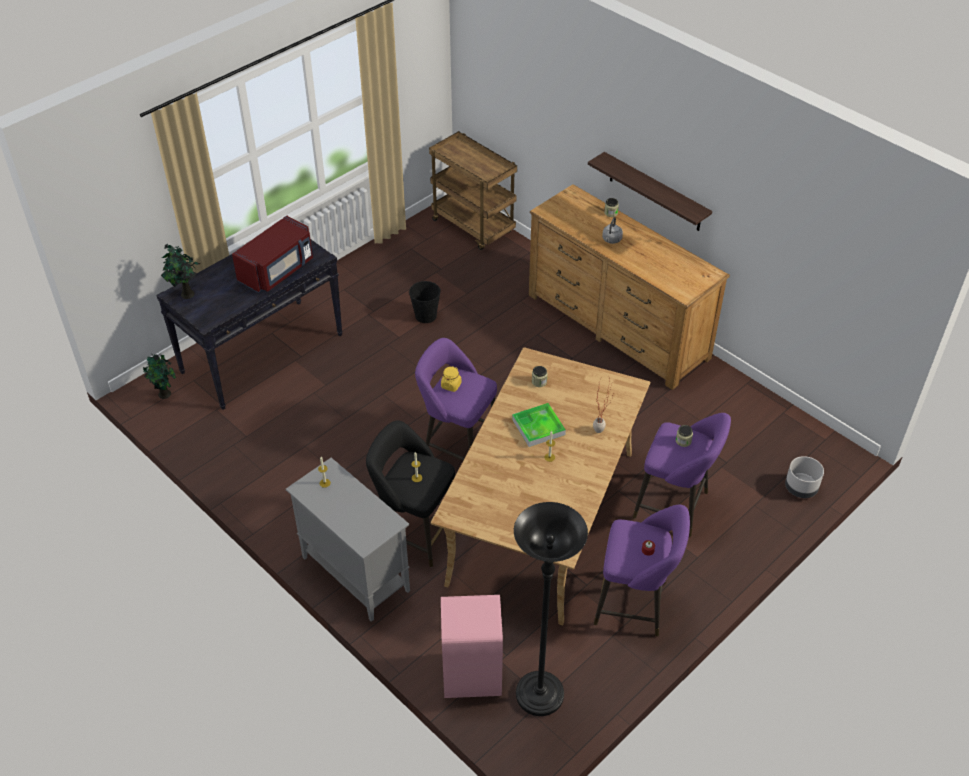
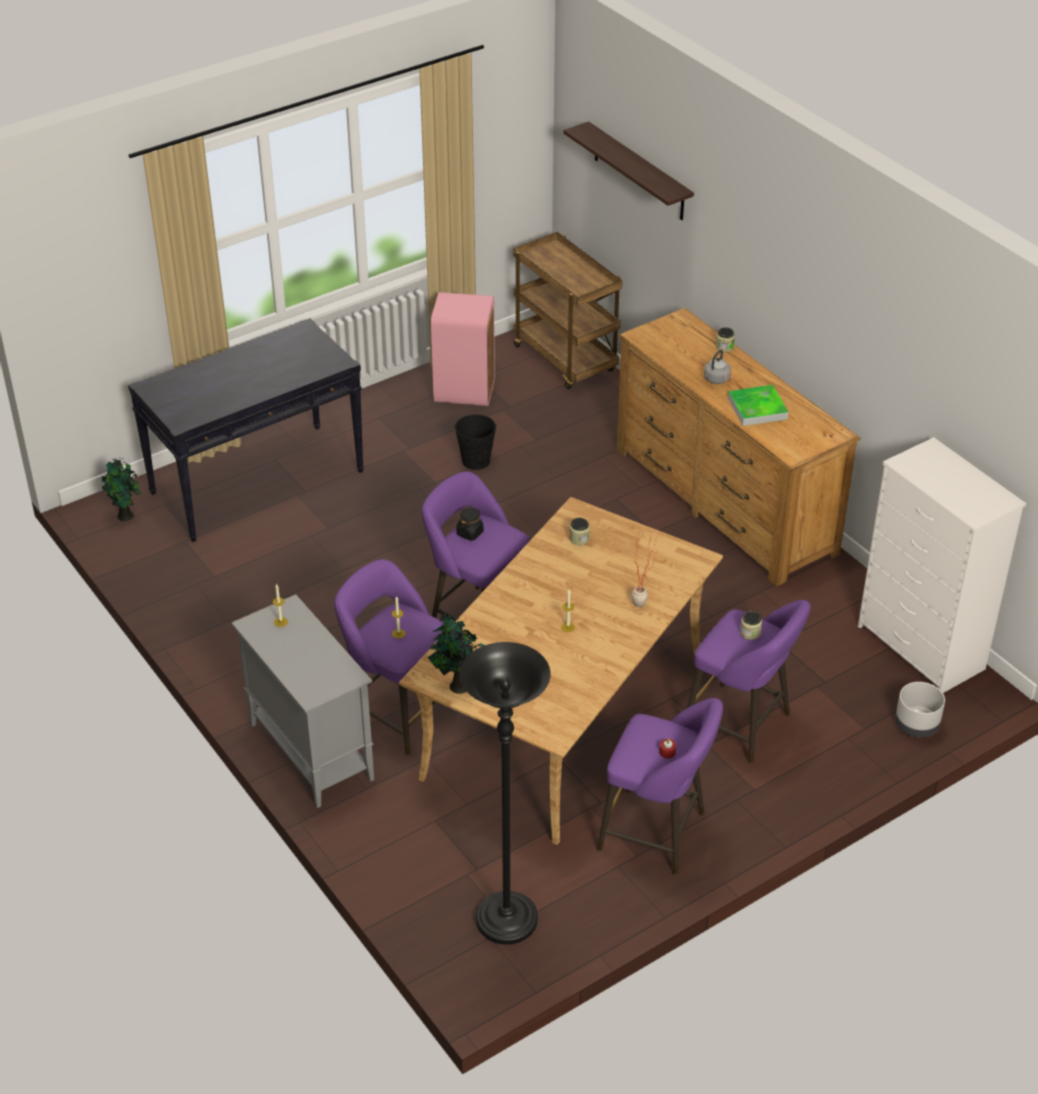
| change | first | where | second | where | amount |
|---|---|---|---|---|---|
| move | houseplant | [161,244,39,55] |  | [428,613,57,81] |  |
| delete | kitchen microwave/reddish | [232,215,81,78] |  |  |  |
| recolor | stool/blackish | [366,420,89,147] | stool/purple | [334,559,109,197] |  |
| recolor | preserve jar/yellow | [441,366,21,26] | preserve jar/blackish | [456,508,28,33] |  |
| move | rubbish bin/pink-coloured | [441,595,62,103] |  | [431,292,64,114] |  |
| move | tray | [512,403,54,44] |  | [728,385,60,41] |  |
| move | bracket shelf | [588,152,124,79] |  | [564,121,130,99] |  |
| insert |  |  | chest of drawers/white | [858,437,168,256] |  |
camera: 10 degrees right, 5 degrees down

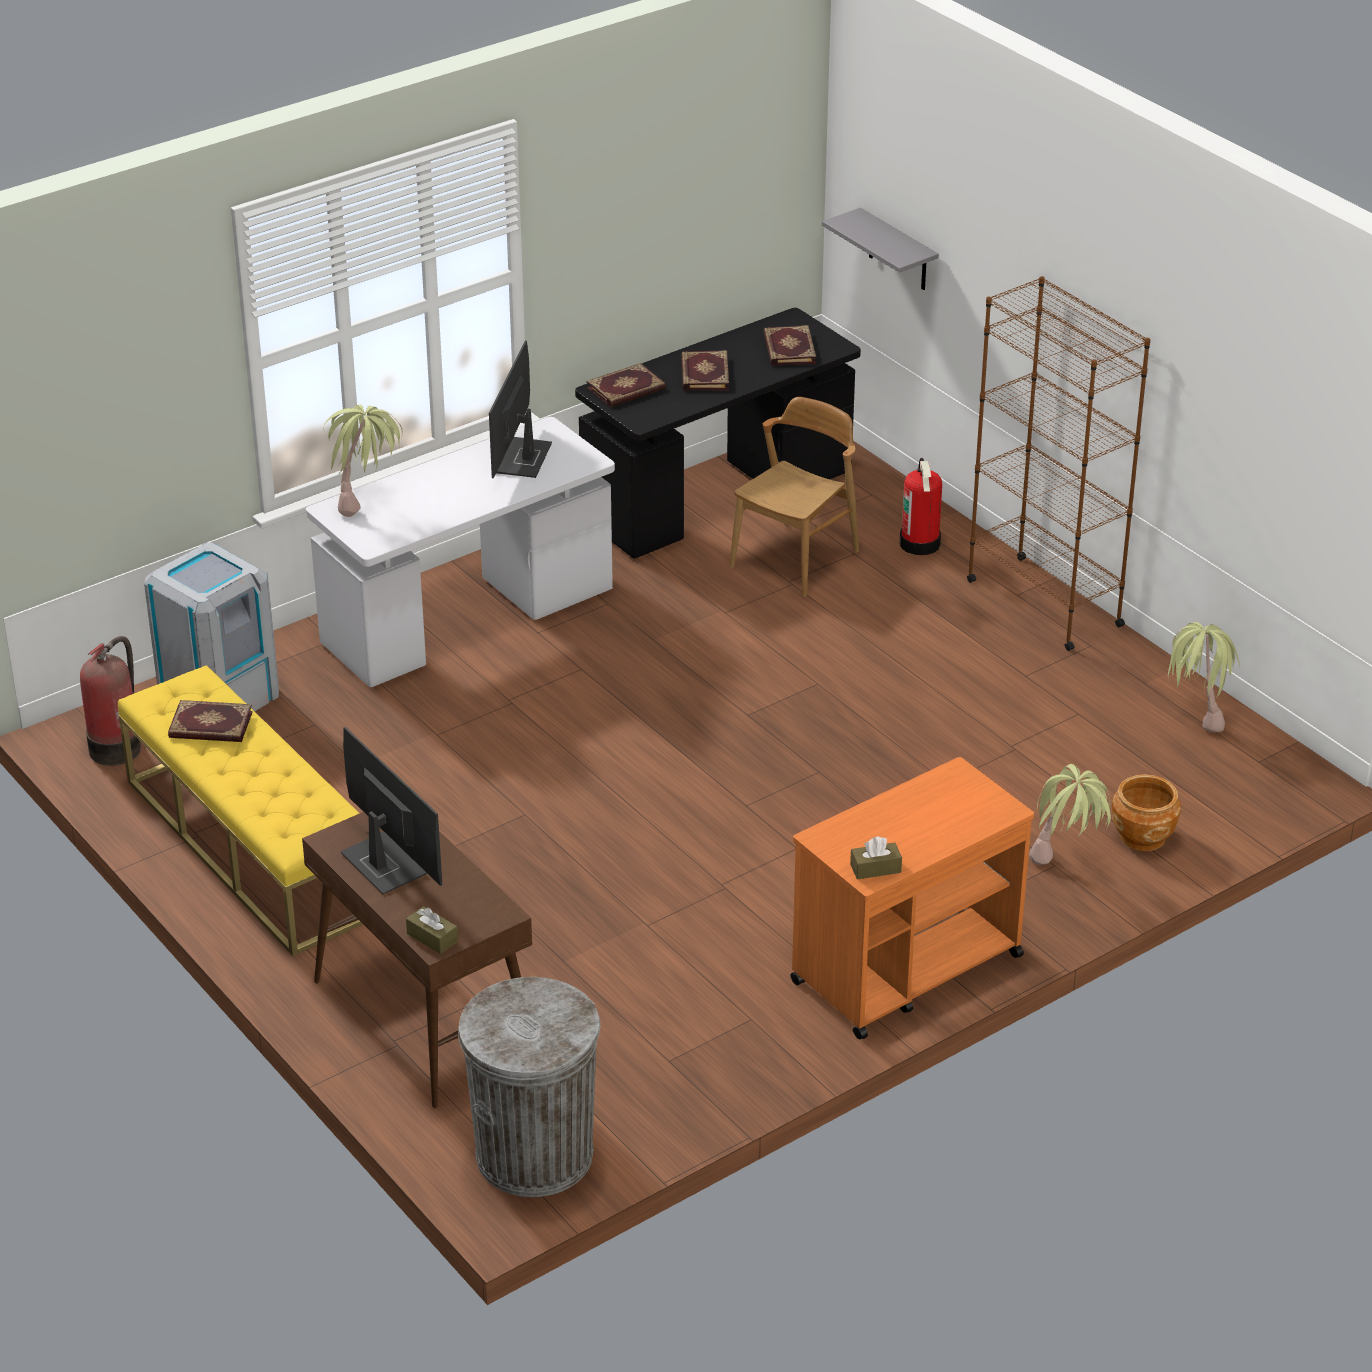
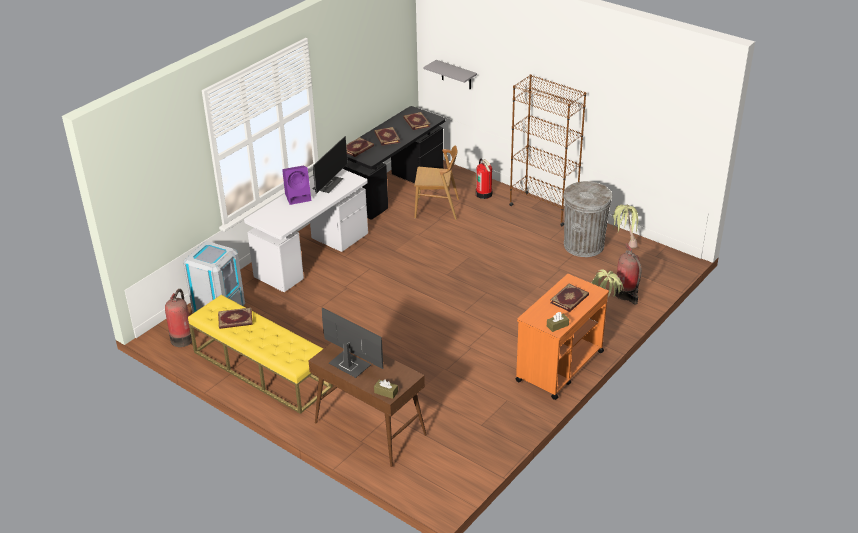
| change | first | where | second | where | amount |
|---|---|---|---|---|---|
| delete | houseplant | [323,405,80,112] |  |  |  |
| move | rubbish bin/grey | [458,977,142,220] |  | [563,181,50,76] |  |
| rotate | computer screen | [489,340,63,139] |  | [313,136,35,58] | 150 degrees counterclockwise |
| rotate | plain chair/brownish | [730,397,129,200] |  | [414,145,45,75] | 75 degrees clockwise |
| replace | planter/brownish | [1112,774,69,77] | extinguisher | [615,243,27,62] |  |
| insert |  |  | loudspeaker/purple | [282,165,29,40] |  |
| insert |  |  | bound book | [550,284,39,28] |  |
camera: 15 degrees left, 0 degrees up

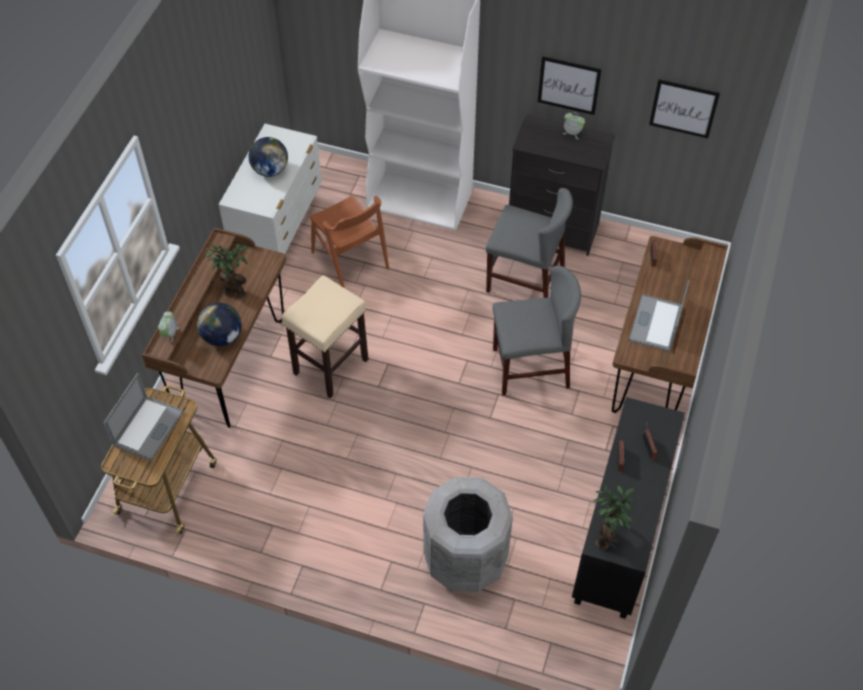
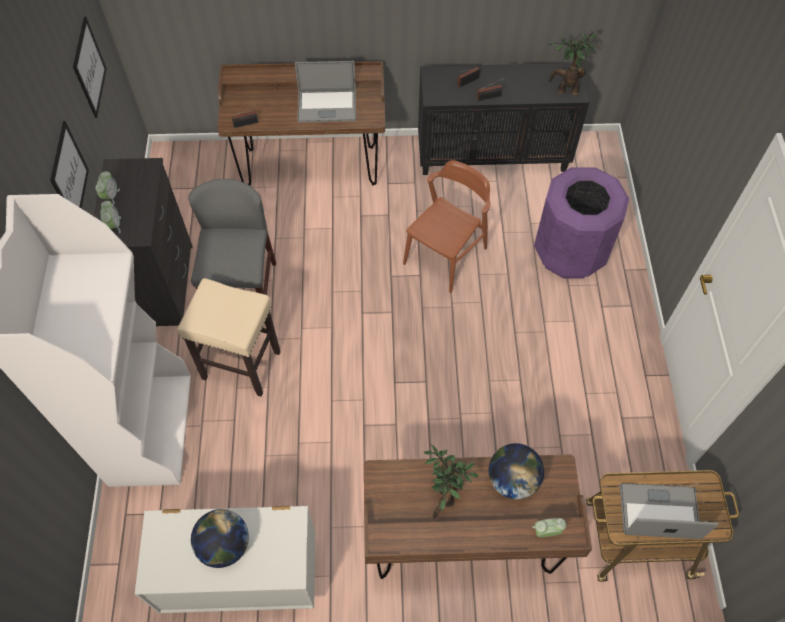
| change | first | where | second | where | amount |
|---|---|---|---|---|---|
| move | stool/beige-coloured | [282,275,87,124] |  | [177,278,104,119] |  |
| move | plain chair/brownish | [310,195,79,93] |  | [403,160,88,133] |  |
| recolor | rubbish bin/grey | [423,477,90,115] | rubbish bin/purple | [534,168,95,110] |  |
| delete | plain chair/grey | [492,266,89,129] |  |  |  |
| insert |  |  | table clock | [100,201,21,33] |  |
camera: 110 degrees left, 5 degrees up

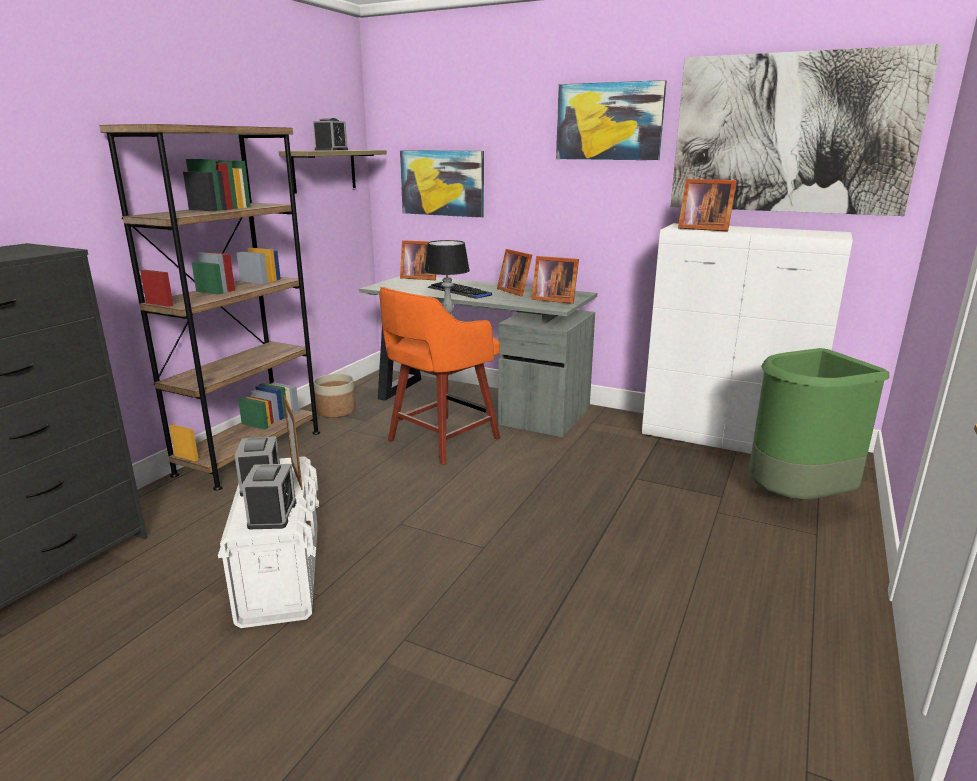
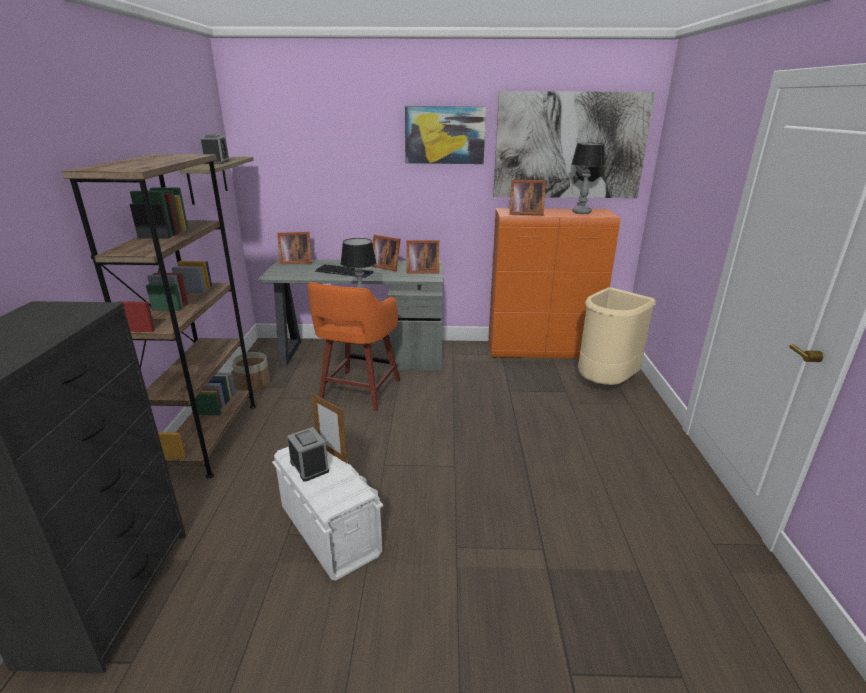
| change | first | where | second | where | amount |
|---|---|---|---|---|---|
| delete | table clock | [242,464,55,65] |  |  |  |
| delete | wall picture | [400,150,84,68] |  |  |  |
| recolor | storage cabinet/white | [642,223,211,231] | storage cabinet/orangey | [488,208,132,150] |  |
| recolor | rubbish bin/green | [749,348,140,152] | rubbish bin/beige-coloured | [578,287,78,98] |  |
| insert |  |  | tabletop lamp | [572,143,33,71] |  |
camera: 25 degrees left, 5 degrees up

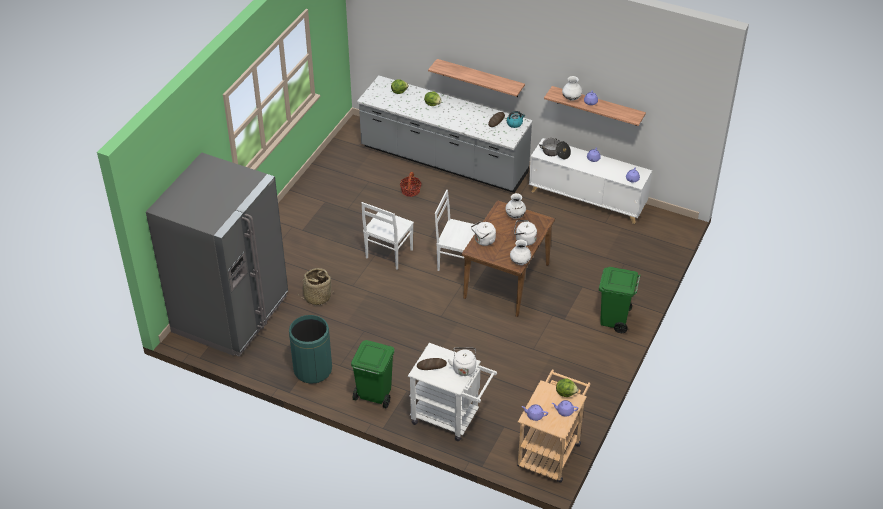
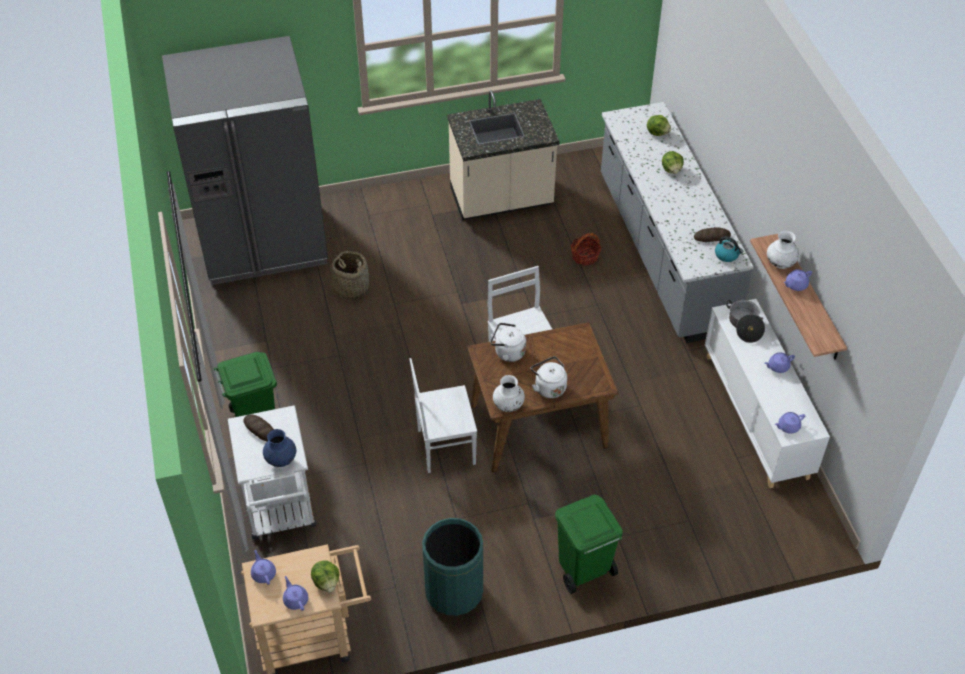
| change | first | where | second | where | amount |
|---|---|---|---|---|---|
| move | rubbish bin/green | [289,315,43,69] |  | [422,518,61,98] |  |
| move | plain chair/white | [362,202,52,68] |  | [409,358,68,115] |  |
| delete | bracket shelf | [428,59,97,38] |  |  |  |
| replace | water kettle/white | [448,347,28,29] | decorative vase/blue-coloured | [263,429,33,38] |  |
| delete | decorative vase/white | [505,193,21,26] |  |  |  |
| insert |  |  | kitchen base unit/beige-coloured | [447,91,112,129] |  |
camera: 50 degrees right, 5 degrees up

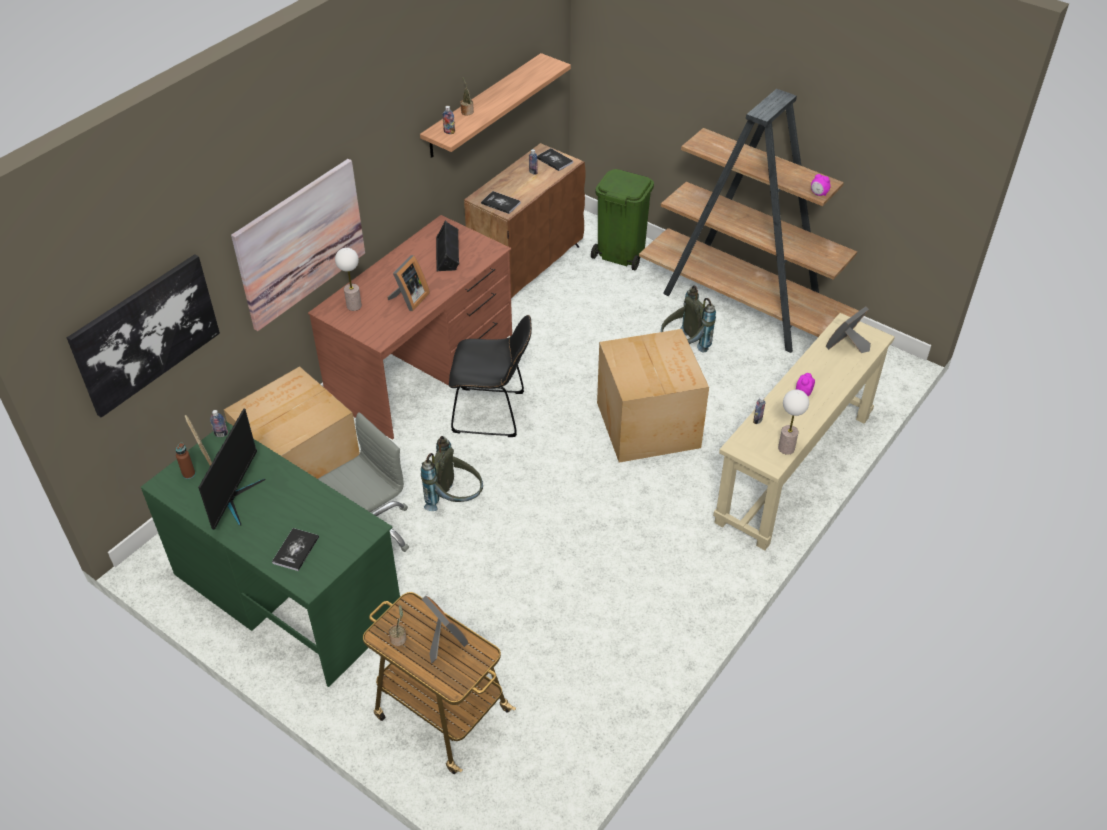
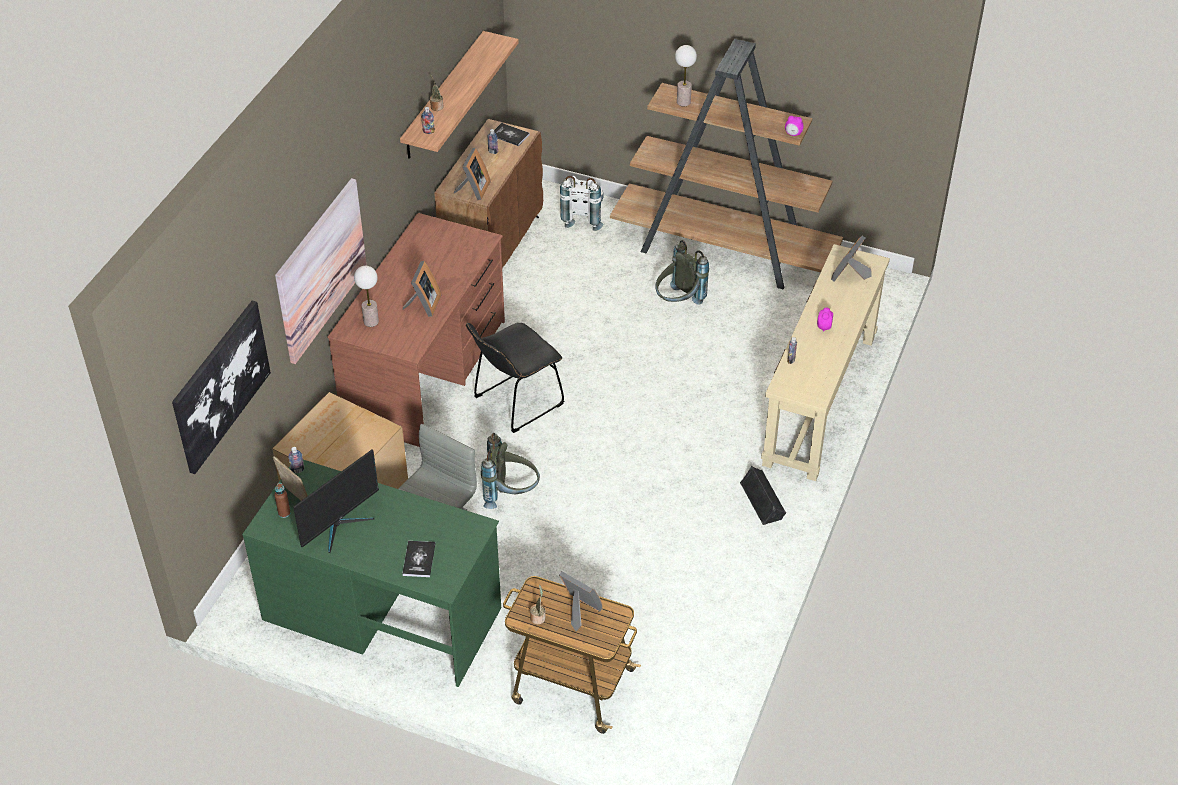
| change | first | where | second | where | amount |
|---|---|---|---|---|---|
| rotate | computer screen | [198,409,68,121] |  | [293,449,86,104] | 45 degrees clockwise |
| move | loudspeaker/blackish | [436,220,23,52] |  | [740,466,46,59] |  |
| rotate | plain chair/blackish | [449,315,83,122] |  | [466,323,98,110] | 150 degrees clockwise |
| replace | bound book | [481,191,40,23] | photo frame | [454,148,37,52] |  |
| replace | rubbish bin/green | [591,169,63,101] | backpack/white | [560,176,44,55] |  |
| delete | carton | [597,329,112,134] |  |  |  |
| move | tabletop lamp | [778,389,31,66] |  | [675,45,22,61] |  |
camera: 15 degrees left, 0 degrees up

